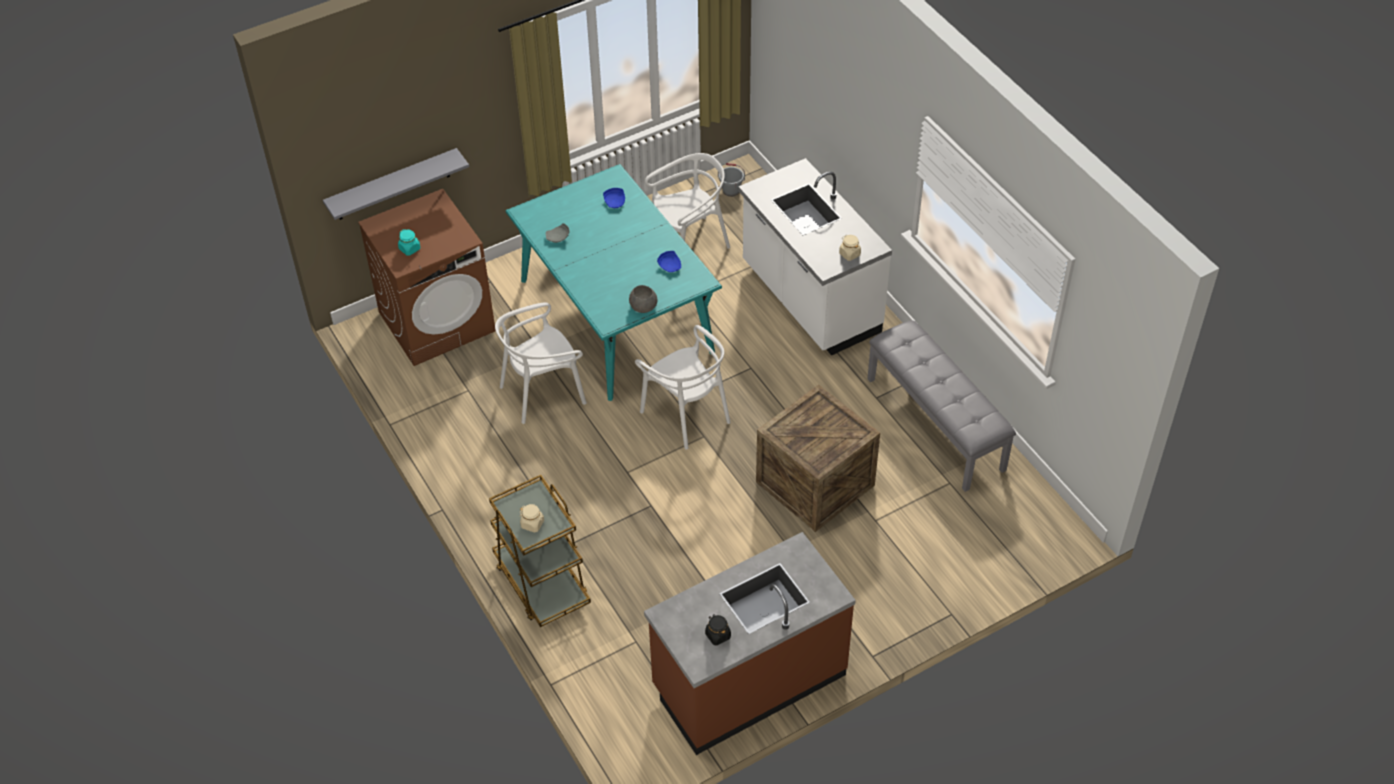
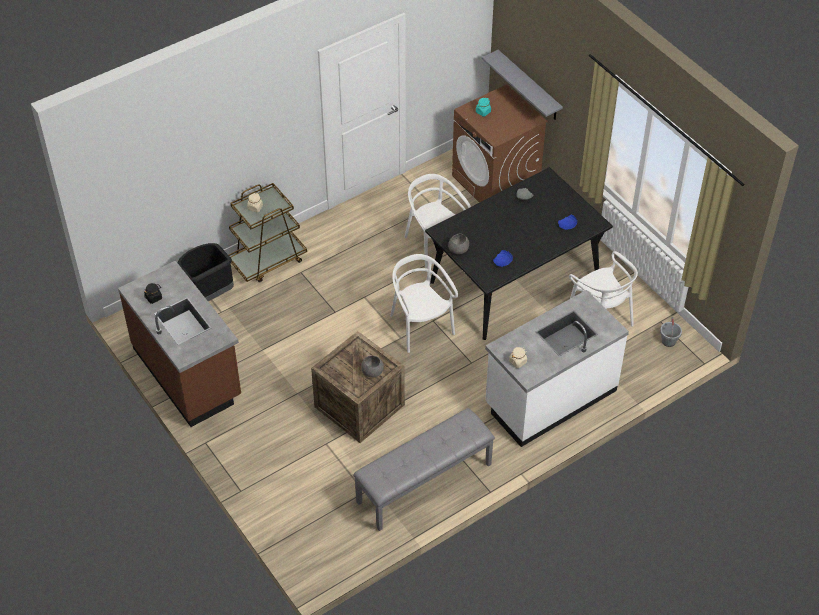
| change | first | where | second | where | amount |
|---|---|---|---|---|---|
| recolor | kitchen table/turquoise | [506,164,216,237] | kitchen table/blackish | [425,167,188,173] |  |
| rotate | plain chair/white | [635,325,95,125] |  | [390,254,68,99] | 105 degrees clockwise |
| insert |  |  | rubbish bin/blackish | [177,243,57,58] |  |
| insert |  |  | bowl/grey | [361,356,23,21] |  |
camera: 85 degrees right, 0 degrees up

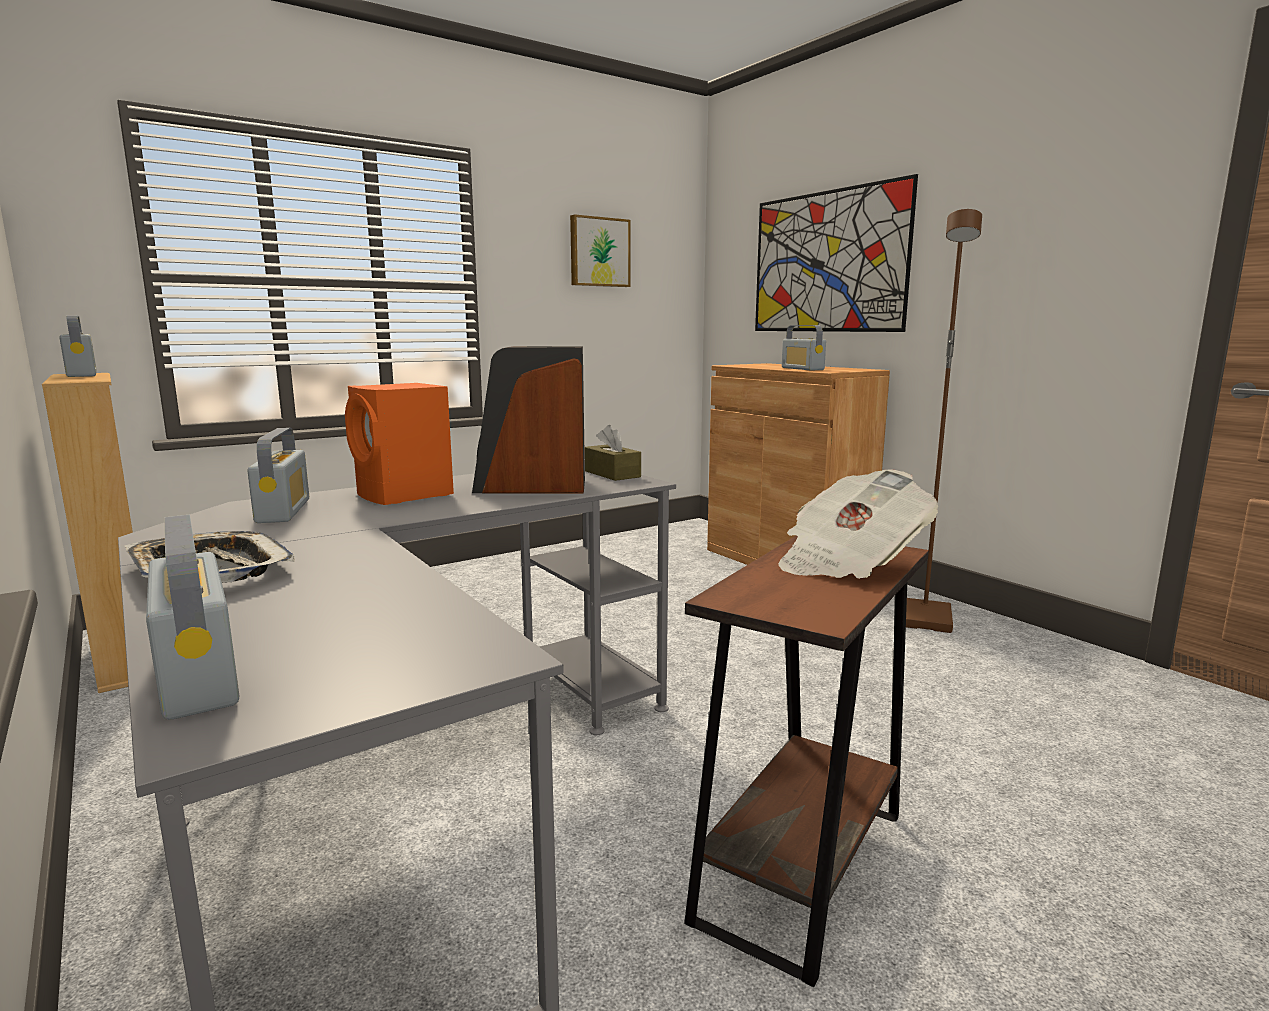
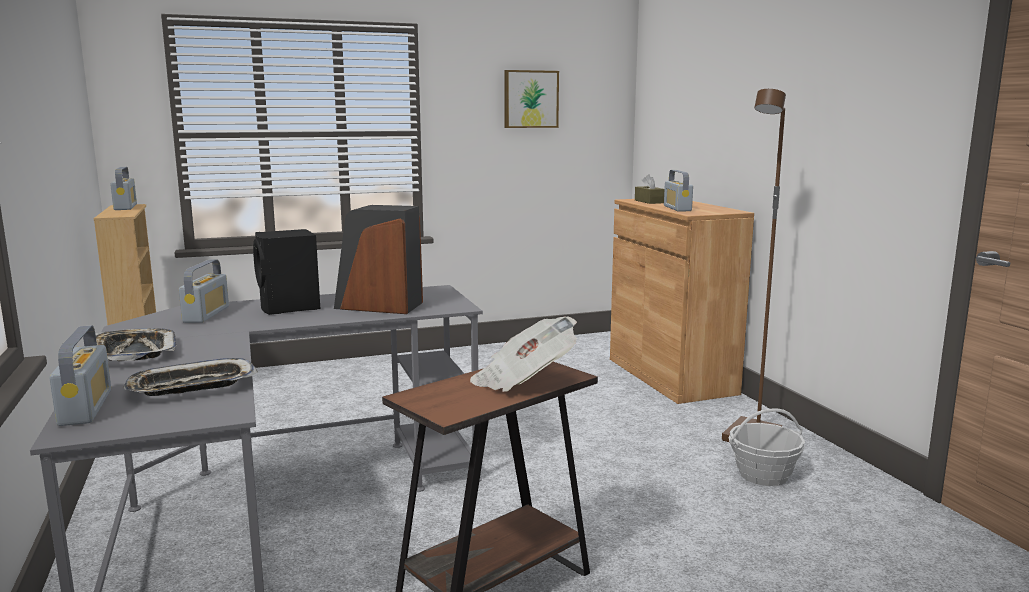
| change | first | where | second | where | amount |
|---|---|---|---|---|---|
| recolor | loudspeaker/orangey | [345,383,109,122] | loudspeaker/blackish | [253,229,67,86] |  |
| move | box of tissues/brownish | [585,425,56,56] |  | [635,174,29,30] |  |
| delete | wall picture | [755,174,163,158] |  |  |  |
| insert |  |  | tray | [123,358,135,38] |  |
| insert |  |  | basket | [728,408,77,78] |  |
camera: 15 degrees right, 0 degrees up

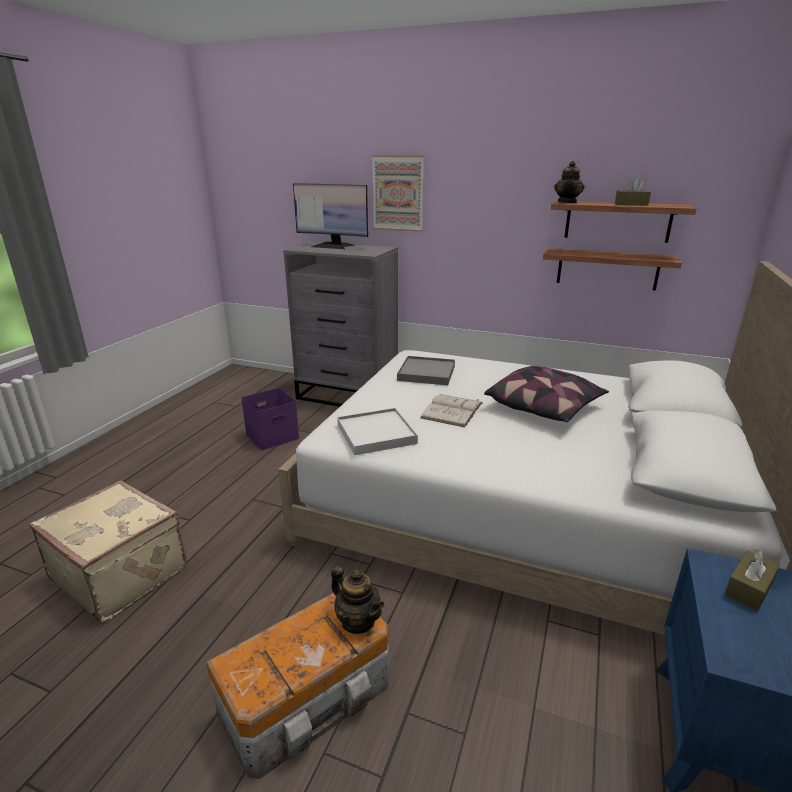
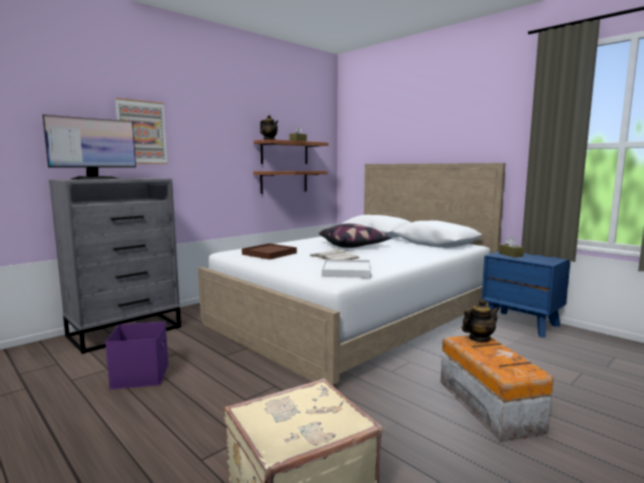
| change | first | where | second | where | amount |
|---|---|---|---|---|---|
| recolor | tray/grey | [397,356,58,29] | tray/brownish | [242,243,55,17] |  |
camera: 65 degrees left, 15 degrees down

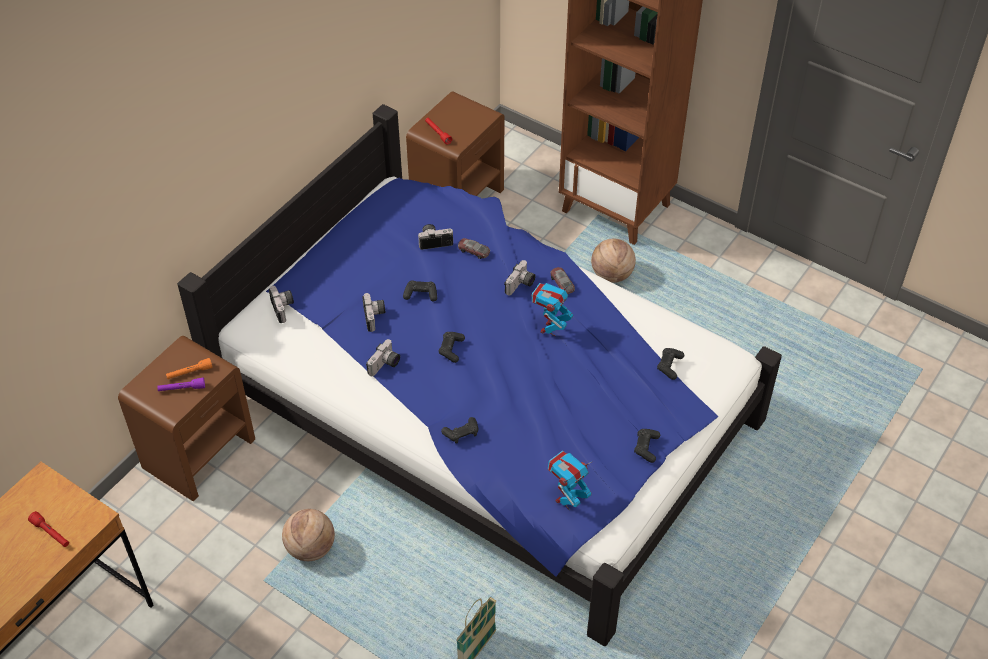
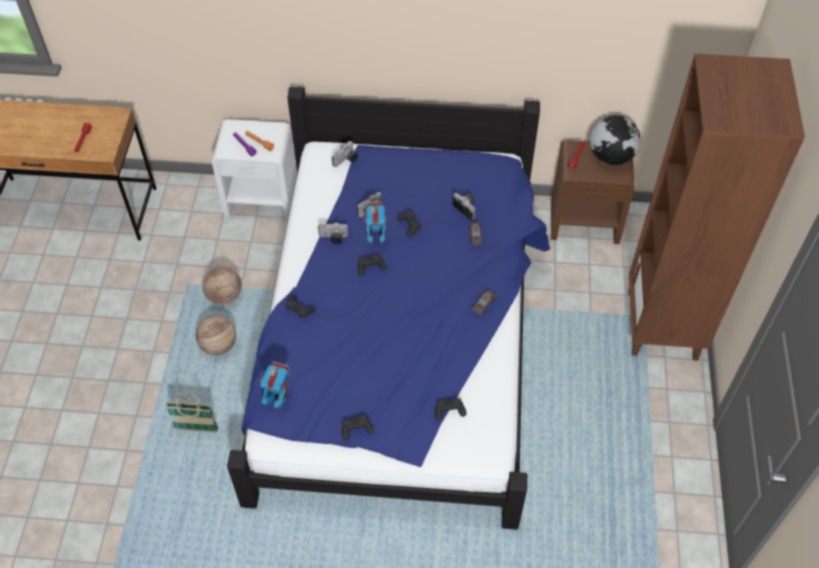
| change | first | where | second | where | amount |
|---|---|---|---|---|---|
| recolor | nightstand/brownish | [118,336,137,166] | nightstand/white | [212,119,85,103] |  |
| delete | photo camera | [504,260,32,36] |  |  |  |
| move | robot figure | [531,283,42,53] |  | [364,202,23,44] |  |
| move | ball for basketball | [591,239,45,44] |  | [196,315,40,40] |  |
| insert |  |  | world globe | [590,115,51,50] |  |
camera: 60 degrees right, 5 degrees up

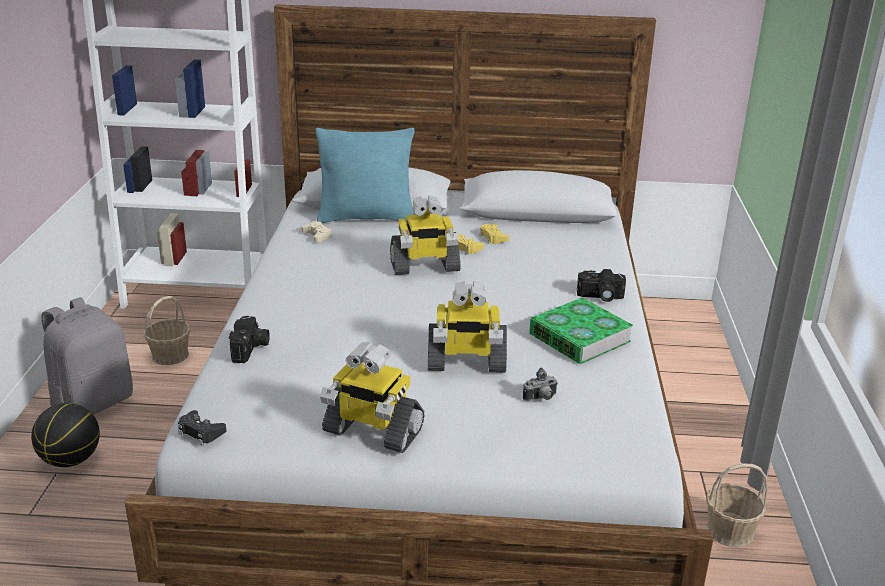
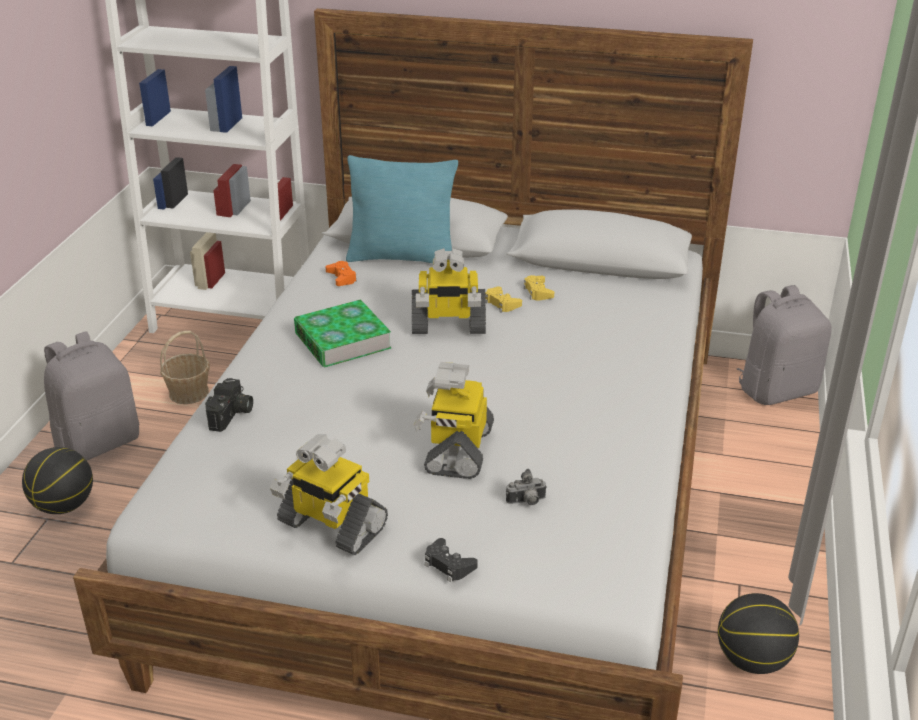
| change | first | where | second | where | amount |
|---|---|---|---|---|---|
| move | joypad/blackish | [178,410,48,35] |  | [425,538,53,44] |  |
| recolor | joypad/beige-coloured | [301,221,31,21] | joypad/orangey | [325,261,32,25] |  |
| rotate | robot figure | [428,281,79,92] |  | [414,362,80,117] | 90 degrees clockwise |
| move | bound book | [529,297,104,67] |  | [294,299,97,69] |  |
| delete | photo camera | [577,269,49,33] |  |  |  |
| replace | basket | [706,463,62,84] | ball for basketball | [718,593,81,81] |  |
| insert |  |  | backpack/grey | [737,285,95,120] |  |
camera: 10 degrees right, 5 degrees up

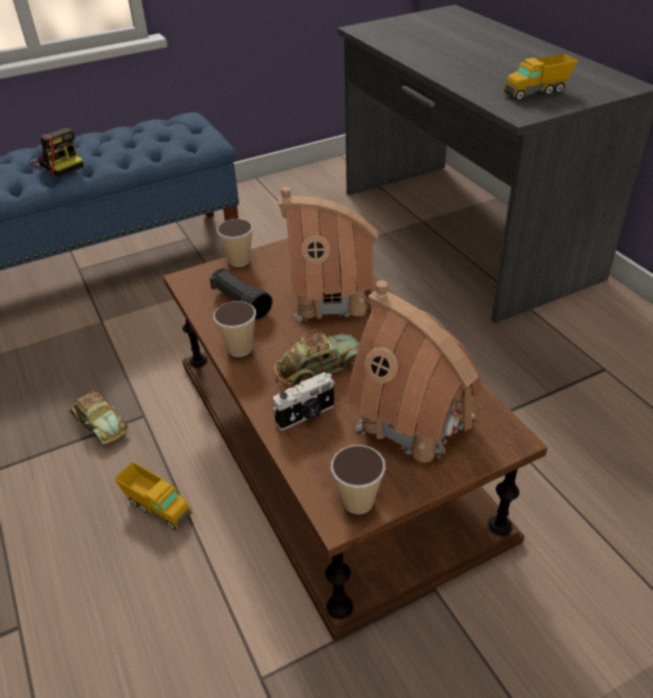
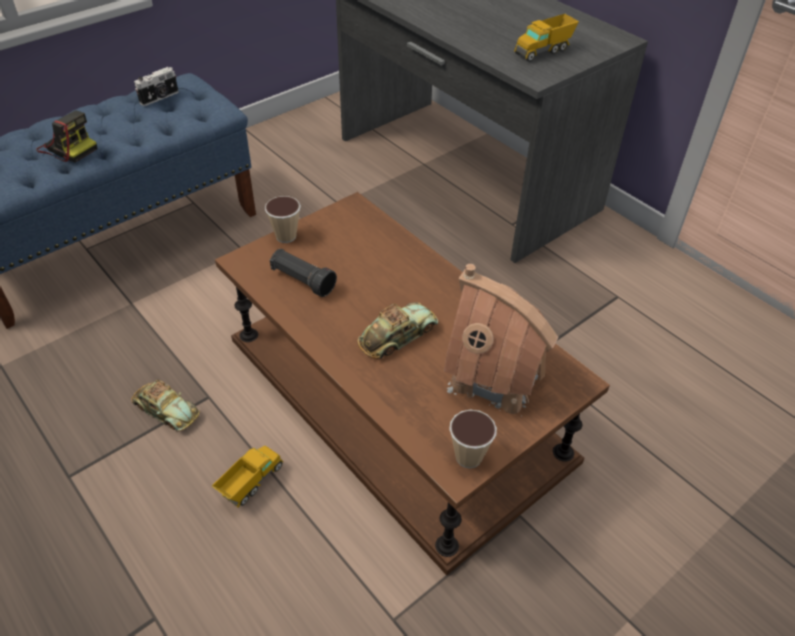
| change | first | where | second | where | amount |
|---|---|---|---|---|---|
| rotate | toy truck | [114,462,79,68] |  | [212,446,71,61] | 75 degrees counterclockwise |
| delete | small cup | [213,301,43,56] |  |  |  |
| move | photo camera | [273,372,62,58] |  | [134,67,45,39] |  |
| delete | model house | [278,187,100,135] |  |  |  |
camera: 15 degrees left, 5 degrees up

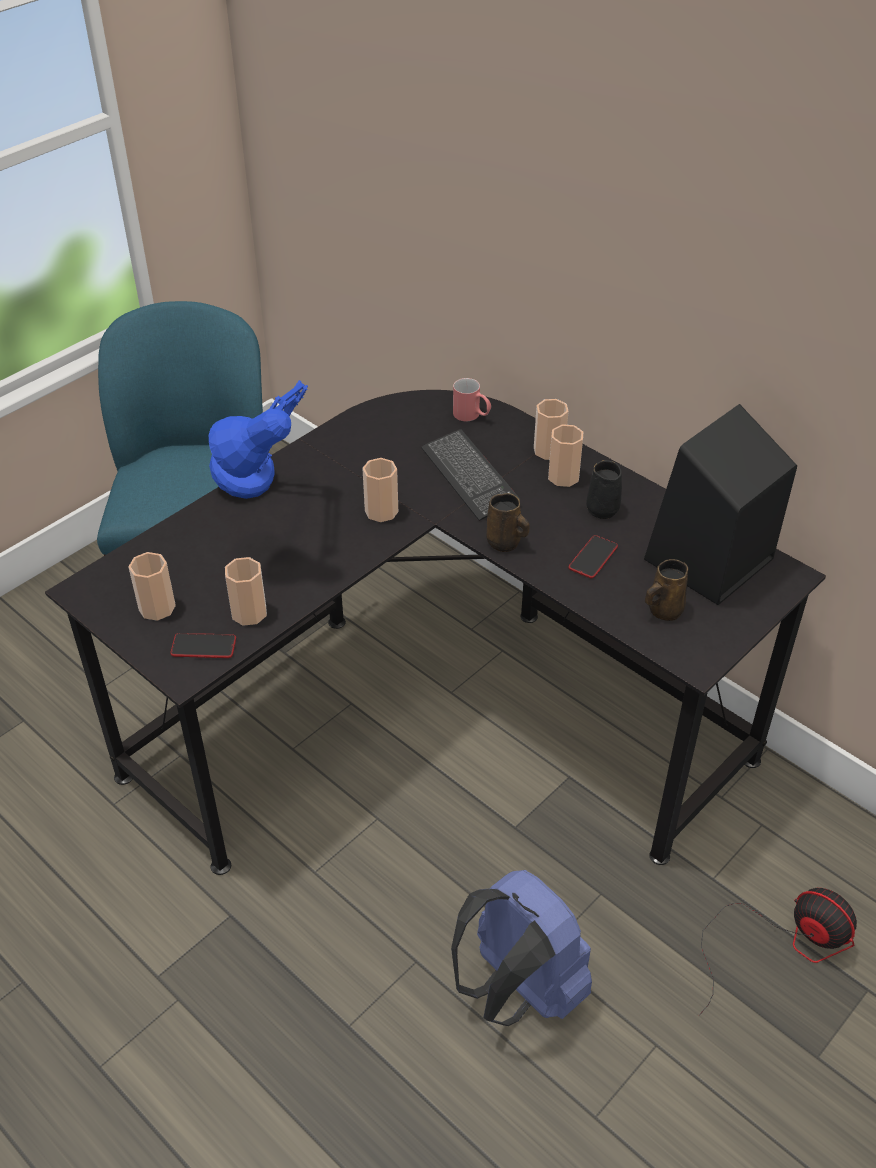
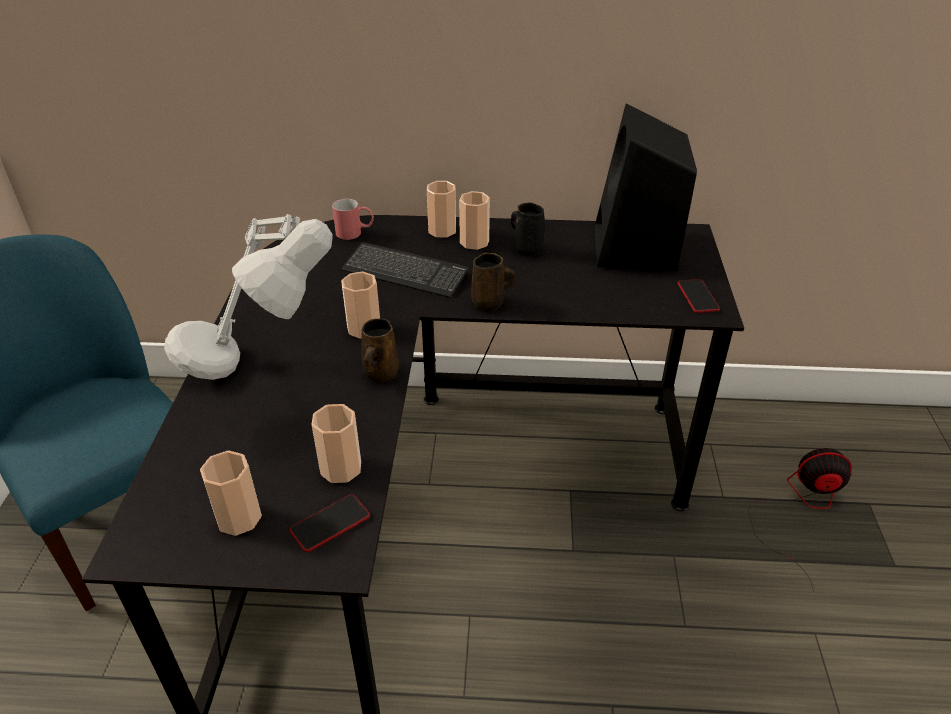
| change | first | where | second | where | amount |
|---|---|---|---|---|---|
| recolor | tabletop lamp/blue-coloured | [209,380,99,119] | tabletop lamp/grey | [164,214,169,166] |  |
| delete | backpack/blue-coloured | [451,870,141,156] |  |  |  |
| move | handset | [568,535,50,43] |  | [678,279,42,34] |  |
| move | tea mug/brownish | [645,559,43,62] |  | [361,318,38,64] |  |
camera: 40 degrees left, 5 degrees down

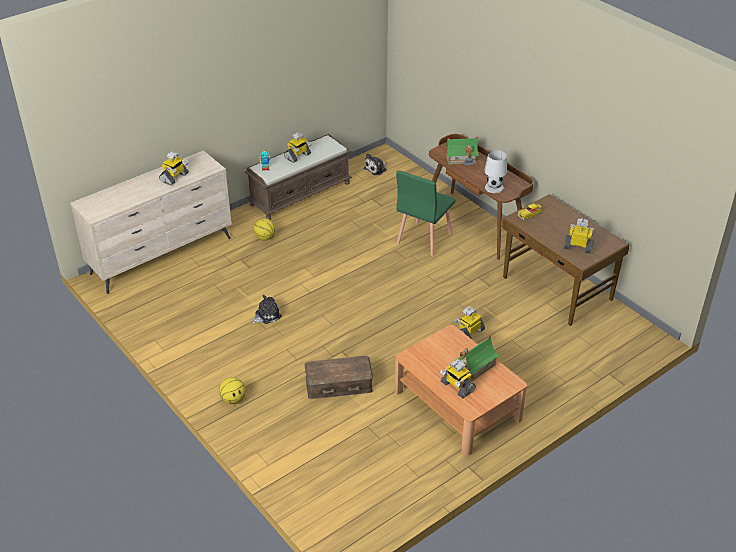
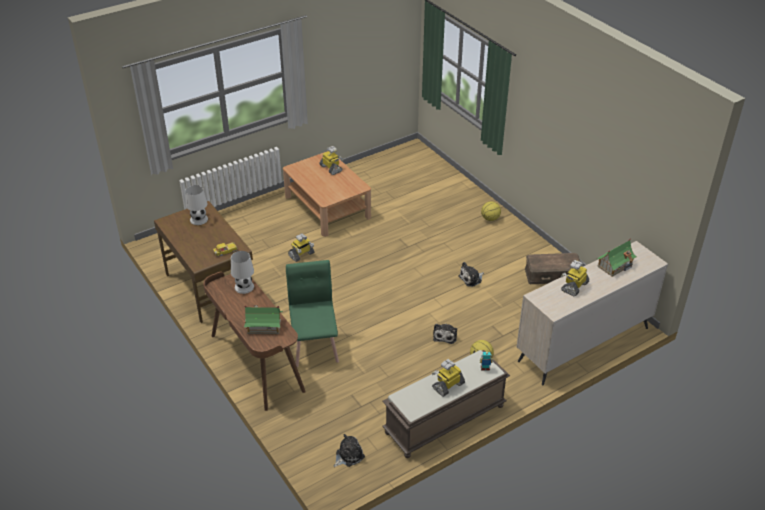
| change | first | where | second | where | amount |
|---|---|---|---|---|---|
| move | storage container/brownish | [304,356,69,43] |  | [525,253,55,31] |  |
| rotate | plain chair/green | [396,171,60,85] |  | [286,260,53,107] | 45 degrees counterclockwise |
| move | model house | [453,336,47,45] |  | [597,239,40,38] |  |
| replace | robot figure | [564,218,30,36] | tabletop lamp/white | [185,185,23,40] |  |
| insert |  |  | soft toy | [433,323,24,21] |  |
camera: 175 degrees left, 0 degrees up

